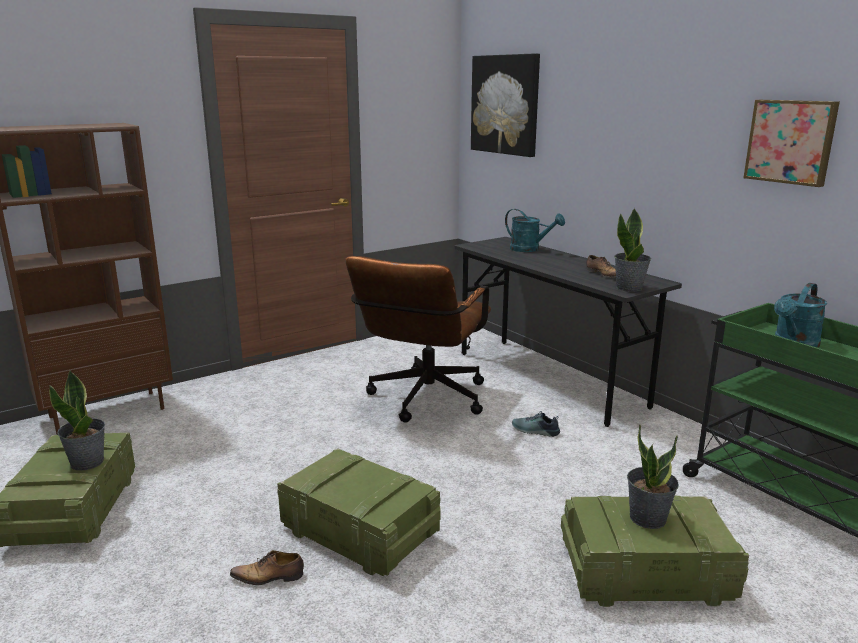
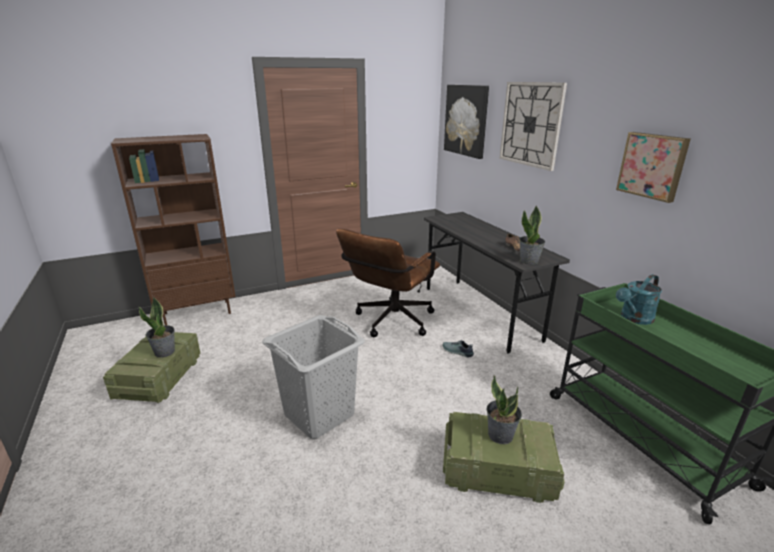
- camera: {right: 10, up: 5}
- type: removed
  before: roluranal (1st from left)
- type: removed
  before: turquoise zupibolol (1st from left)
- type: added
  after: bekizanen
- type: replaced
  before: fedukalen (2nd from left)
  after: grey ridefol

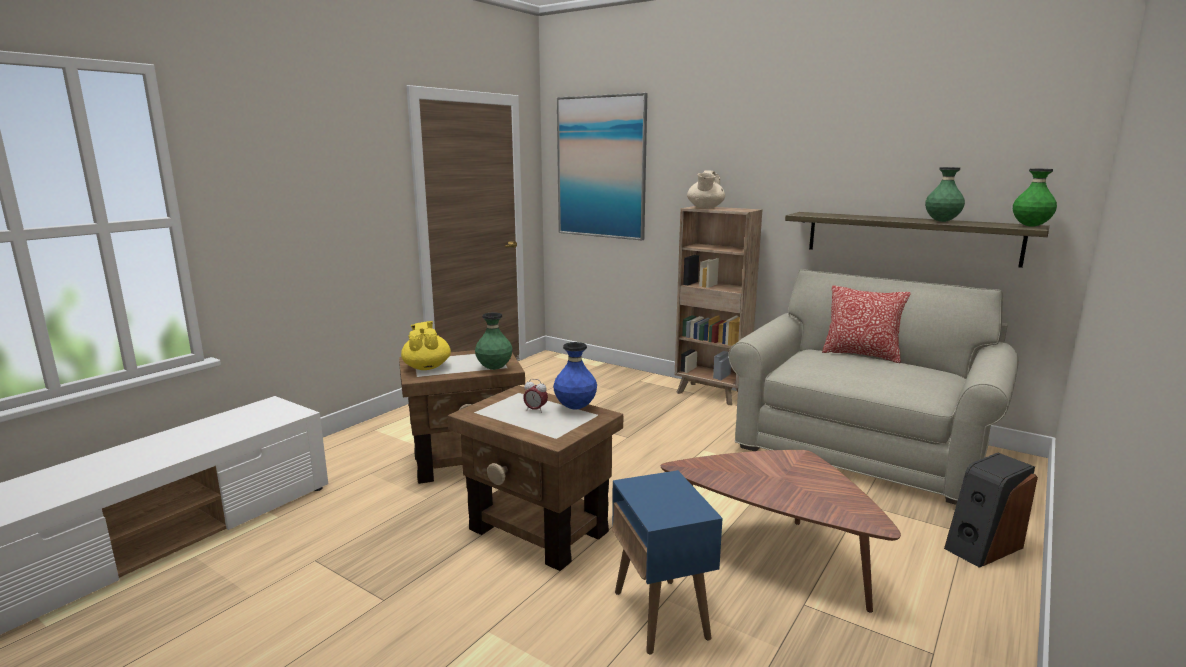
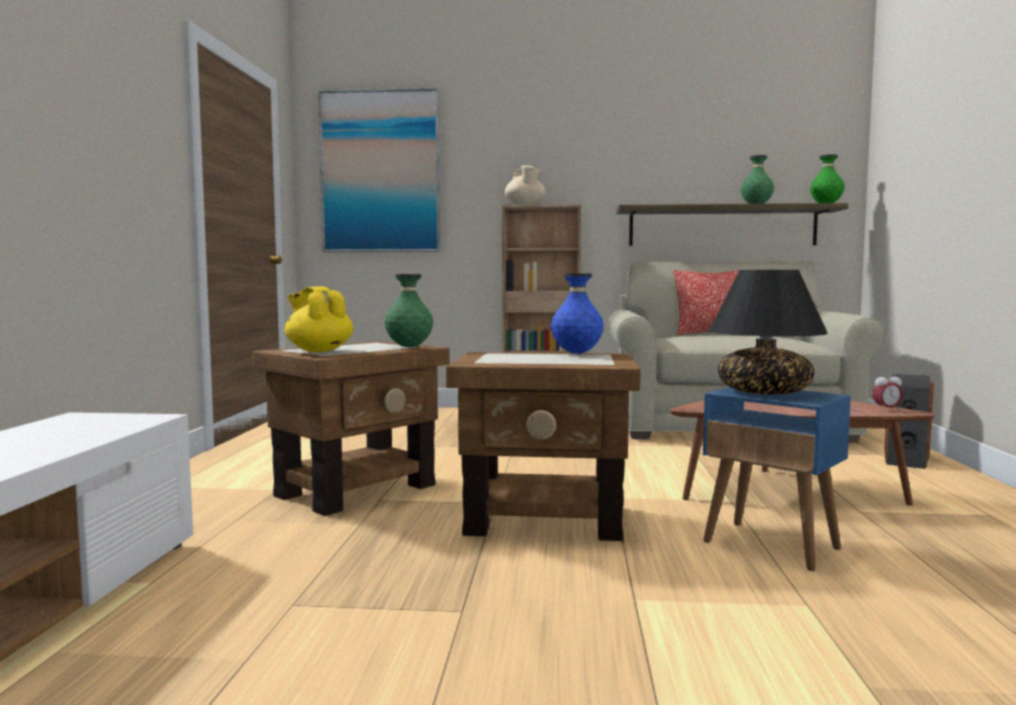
- camera: {right: -30, up: -10}
- type: added
  after: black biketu
- type: moved
  before: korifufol

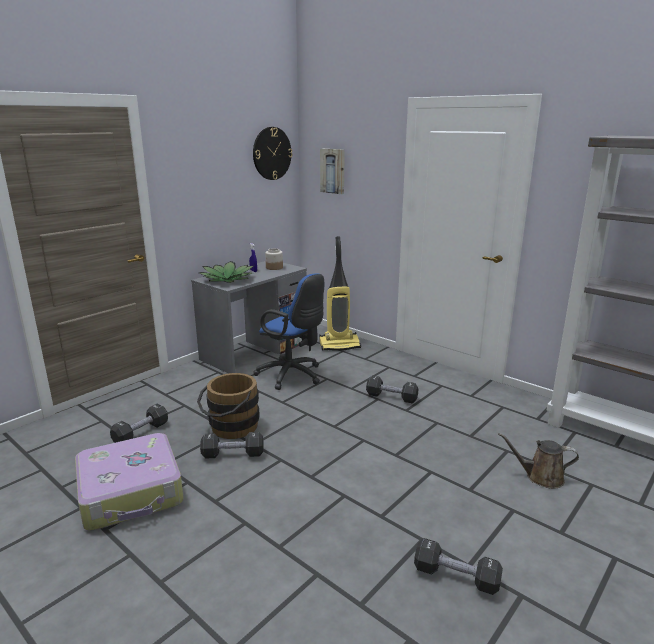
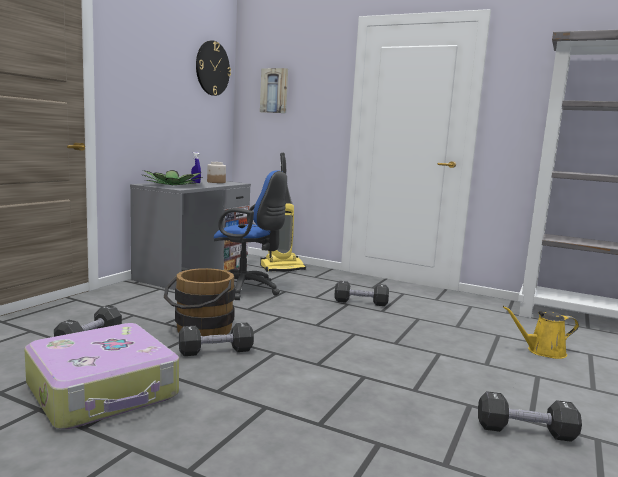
- camera: {right: -15, up: -10}
- type: recoloured
  before: brown zupibolol
  after: yellow zupibolol

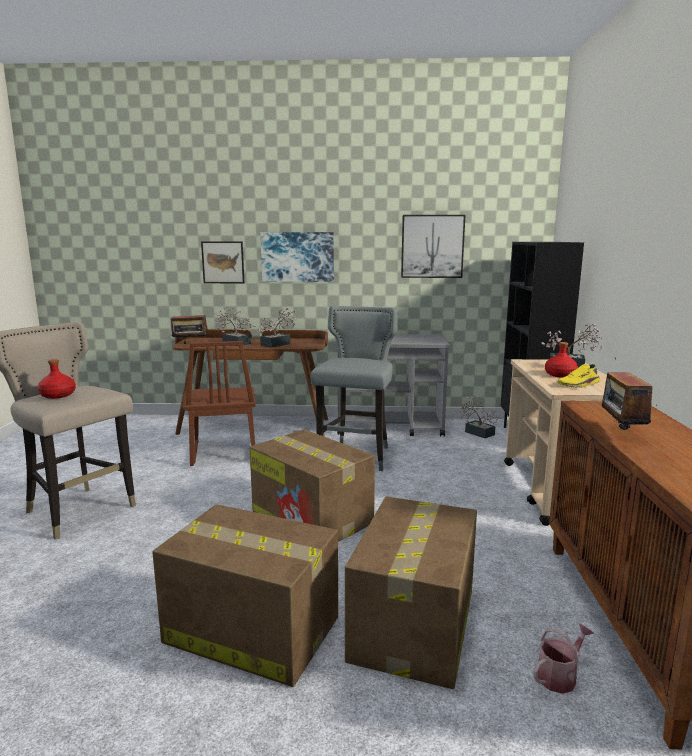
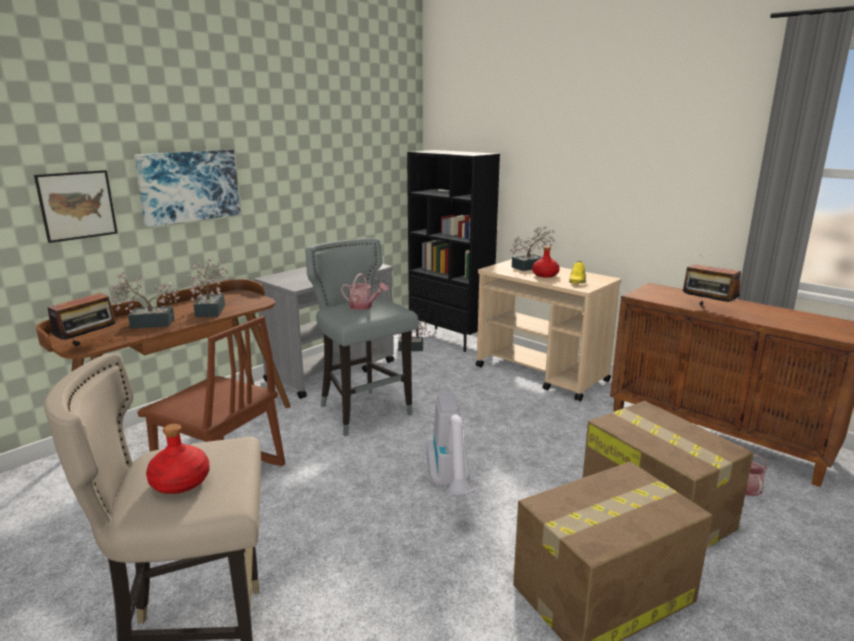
- camera: {right: -50, up: 5}
- type: removed
  before: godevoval (3rd from left)
- type: added
  after: zupibolol (1st from left)
- type: replaced
  before: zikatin (2nd from left)
  after: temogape

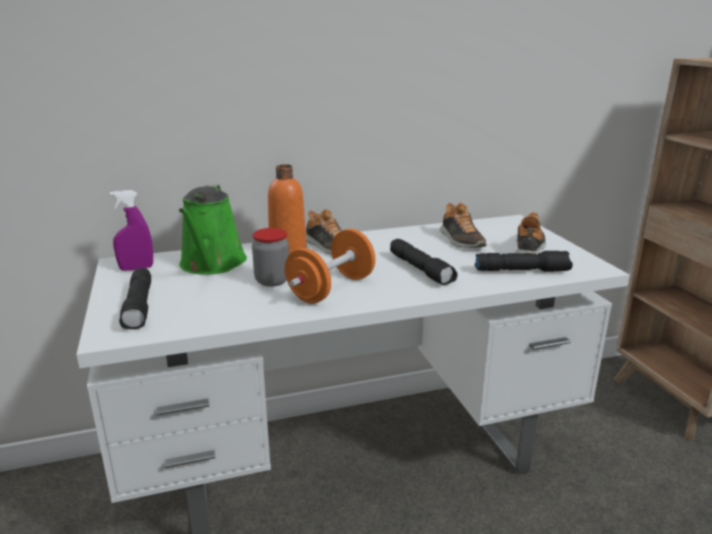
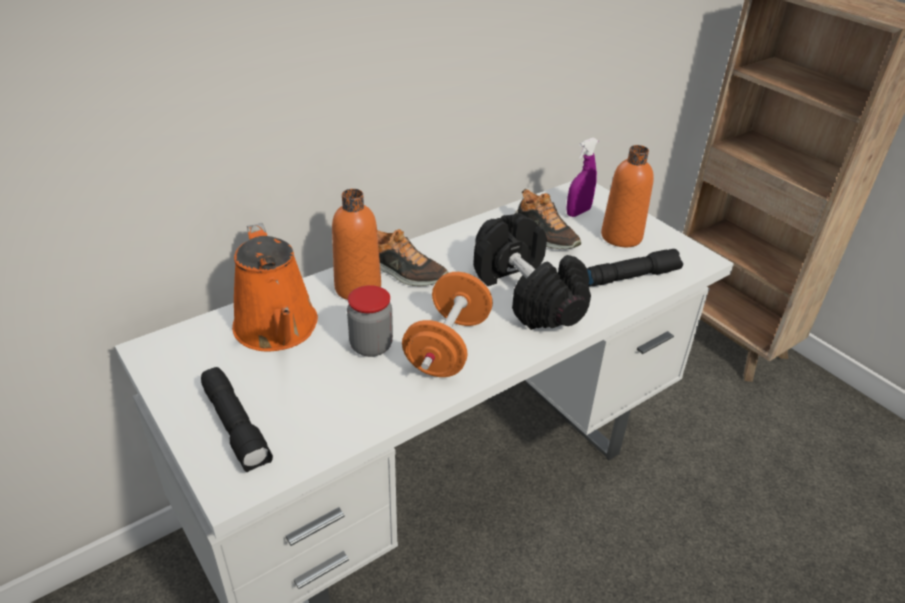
- camera: {right: -20, up: 15}
- type: moved
  before: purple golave
- type: replaced
  before: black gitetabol (2nd from left)
  after: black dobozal
- type: replaced
  before: roluranal (3rd from left)
  after: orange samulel (2nd from left)
- type: recoloured
  before: green zupibolol
  after: orange zupibolol

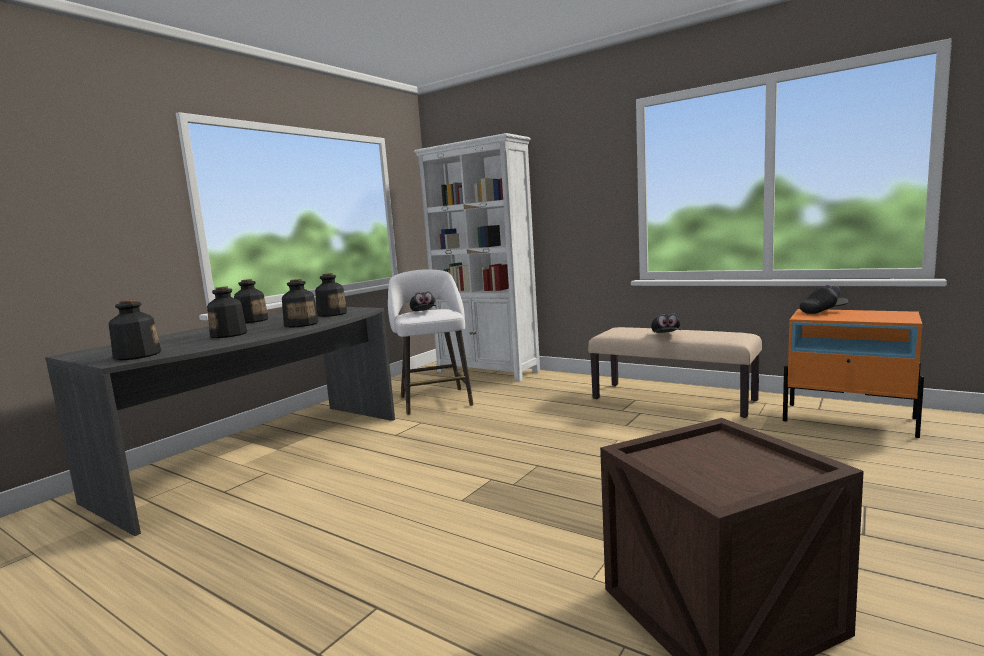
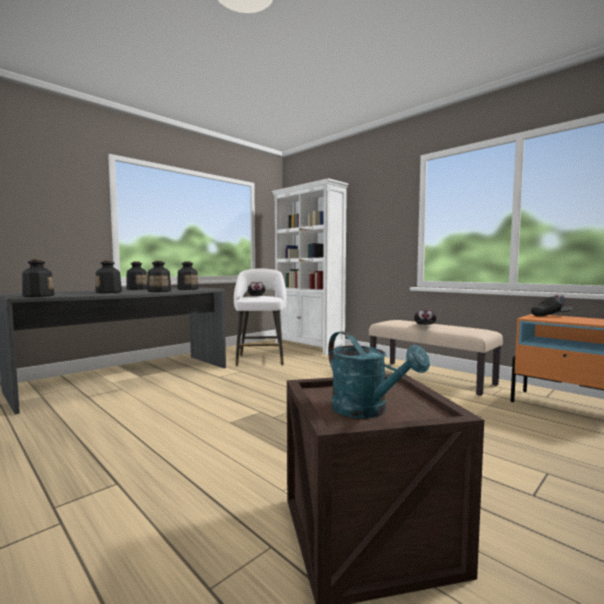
- camera: {right: 10, up: -5}
- type: added
  after: turquoise zupibolol

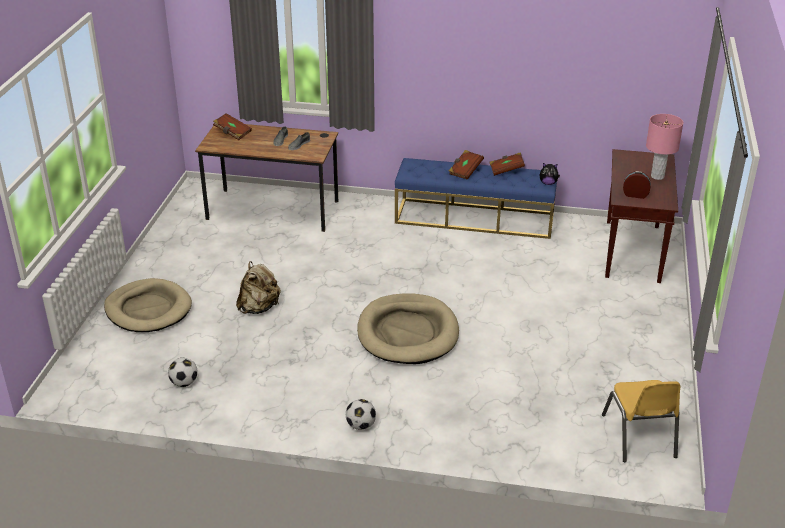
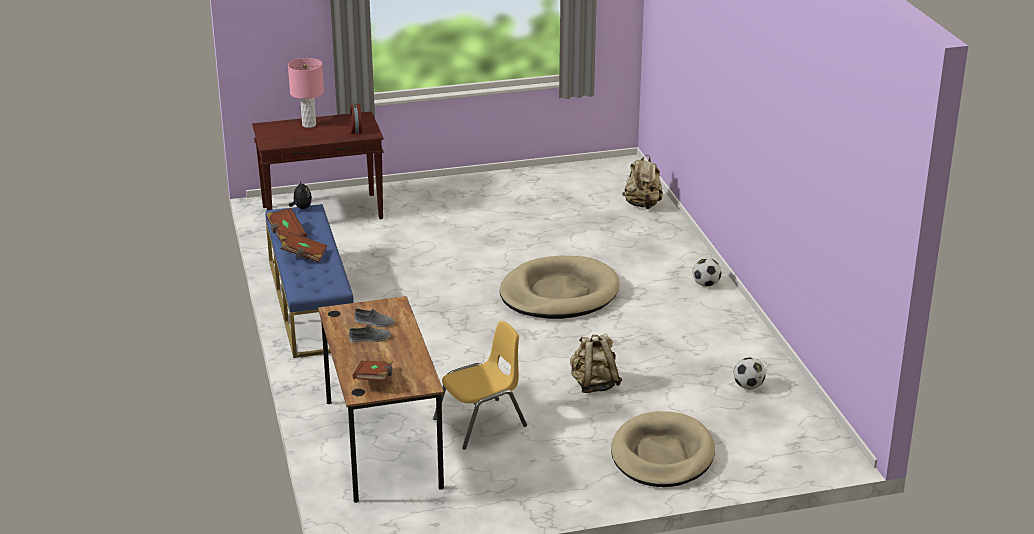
- camera: {right: -115, up: -5}
- type: added
  after: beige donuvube (2nd from left)
- type: moved
  before: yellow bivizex

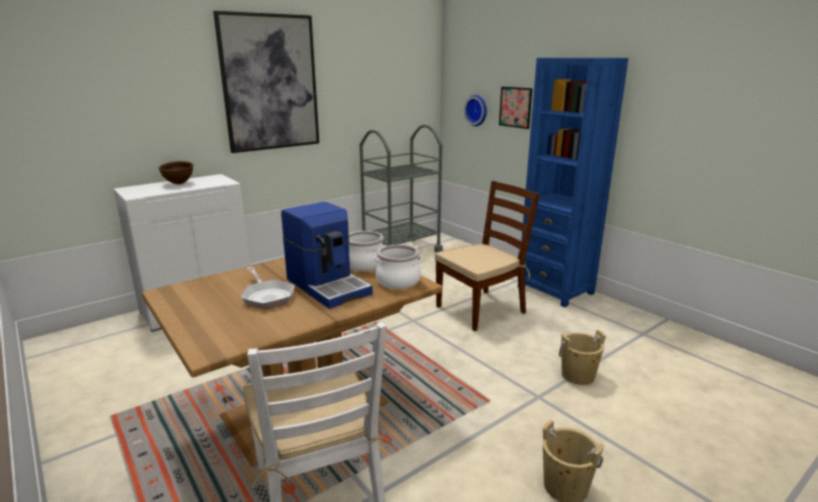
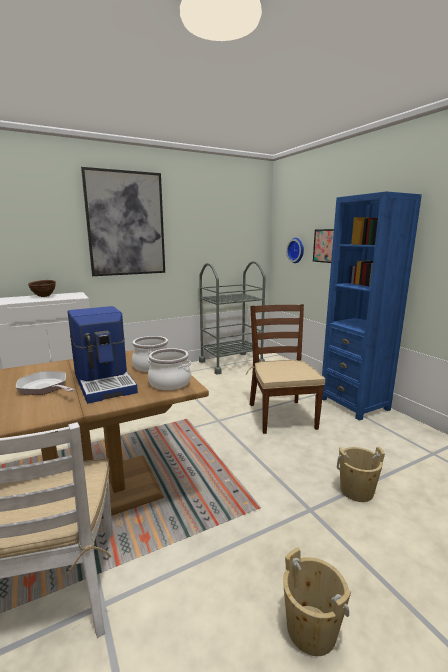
- camera: {right: 10, up: -5}
- type: turned
  before: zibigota
  turn: 150
- type: turned
  before: brown bivizex
  turn: -75

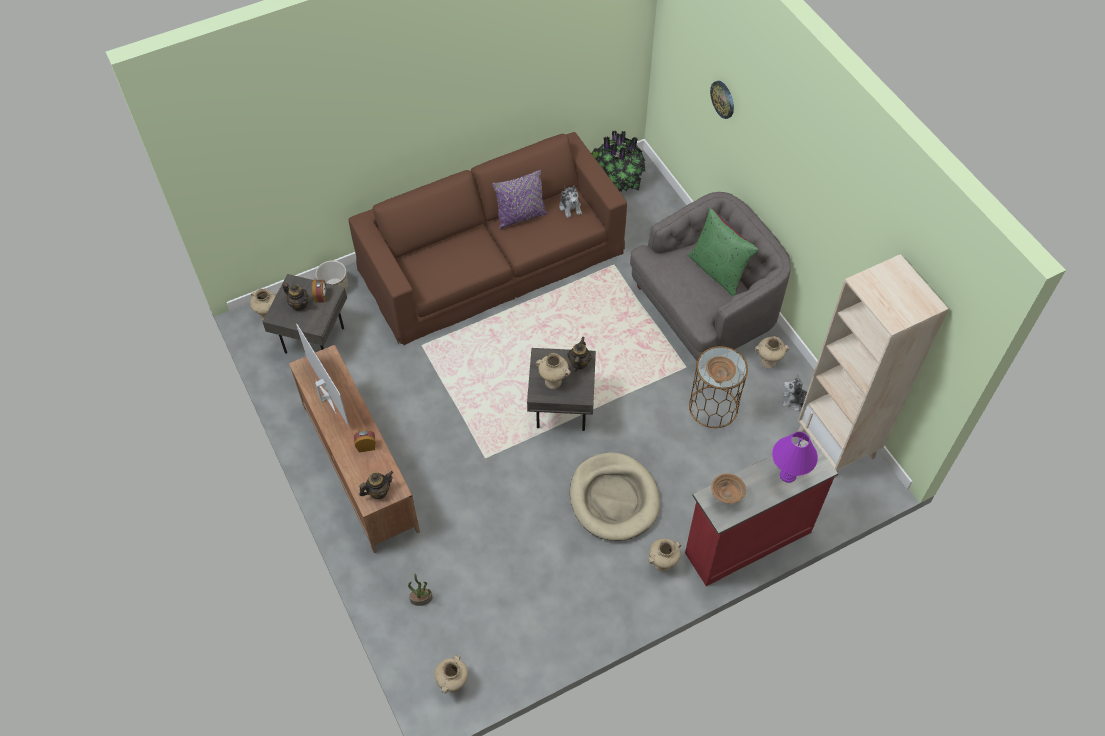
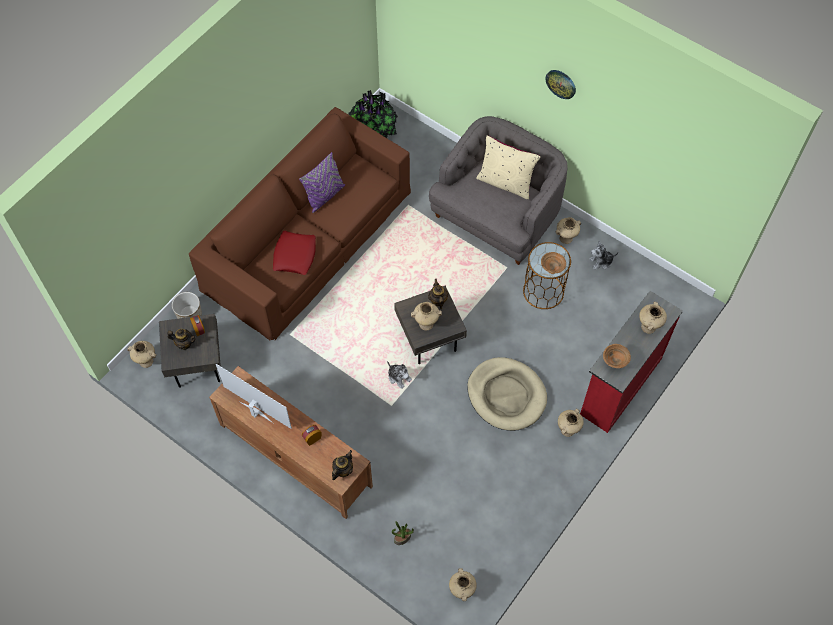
- camera: {right: -25, up: 5}
- type: removed
  before: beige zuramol
- type: added
  after: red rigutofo
- type: moved
  before: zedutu (1st from left)
- type: moved
  before: bekizanen
- type: replaced
  before: purple biketu
  after: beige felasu (6th from left)
- type: recoloured
  before: green rigutofo
  after: beige rigutofo

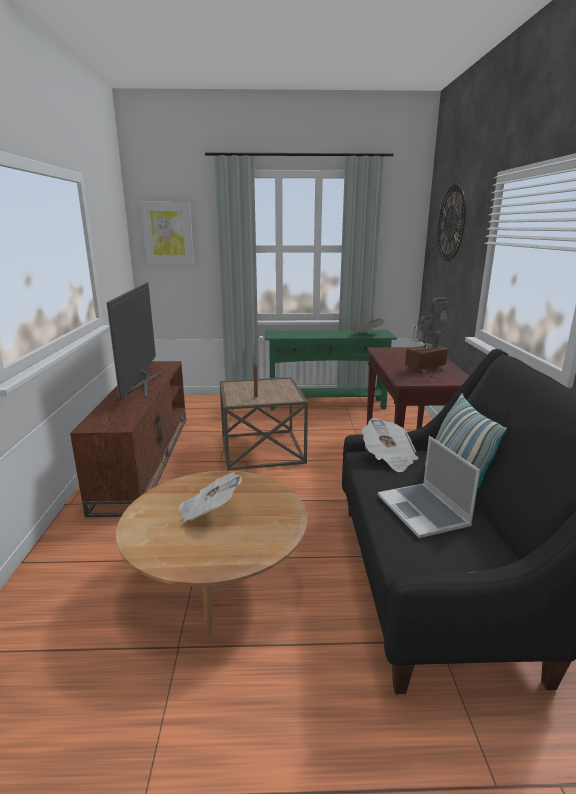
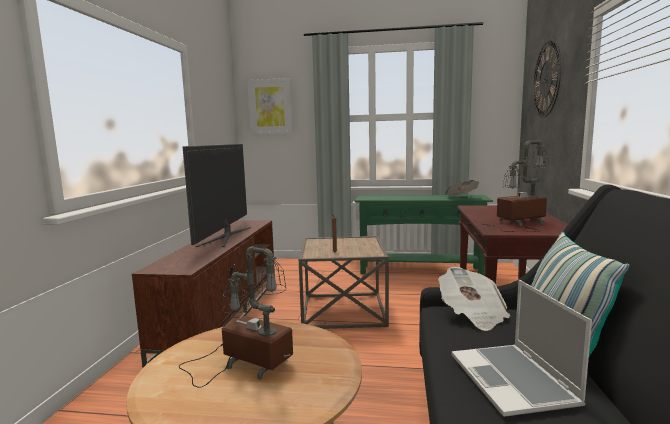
- camera: {right: 10, up: -10}
- type: replaced
  before: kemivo (1st from left)
  after: biketu (1st from left)

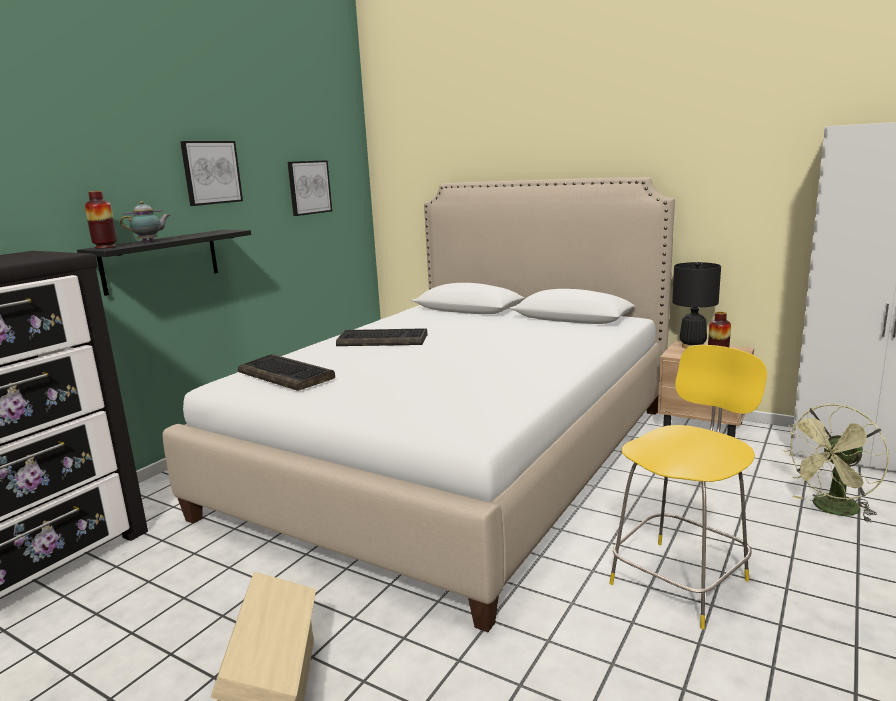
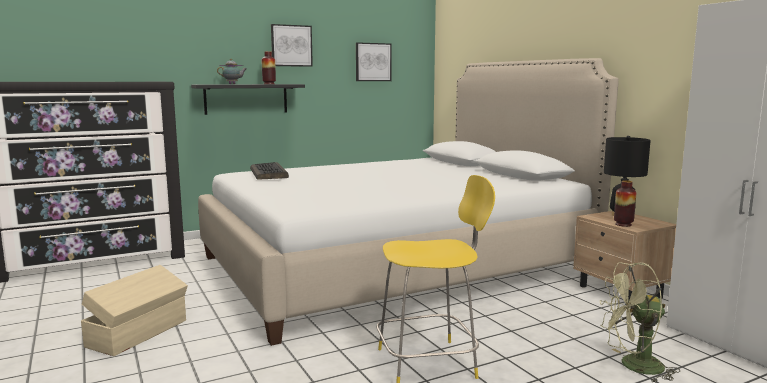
- camera: {right: 30, up: -5}
- type: removed
  before: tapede (2nd from left)
- type: moved
  before: felasu (1st from left)

